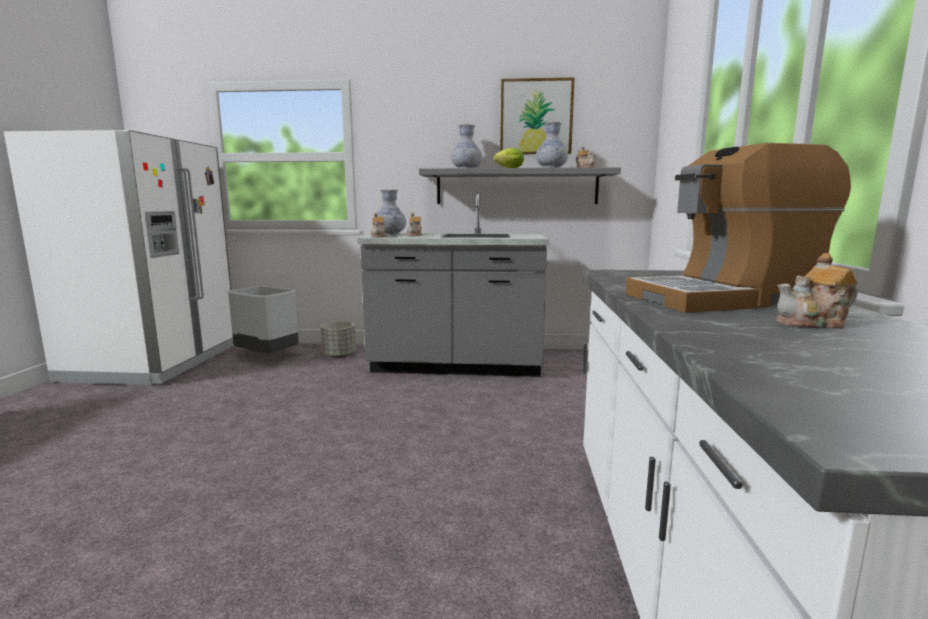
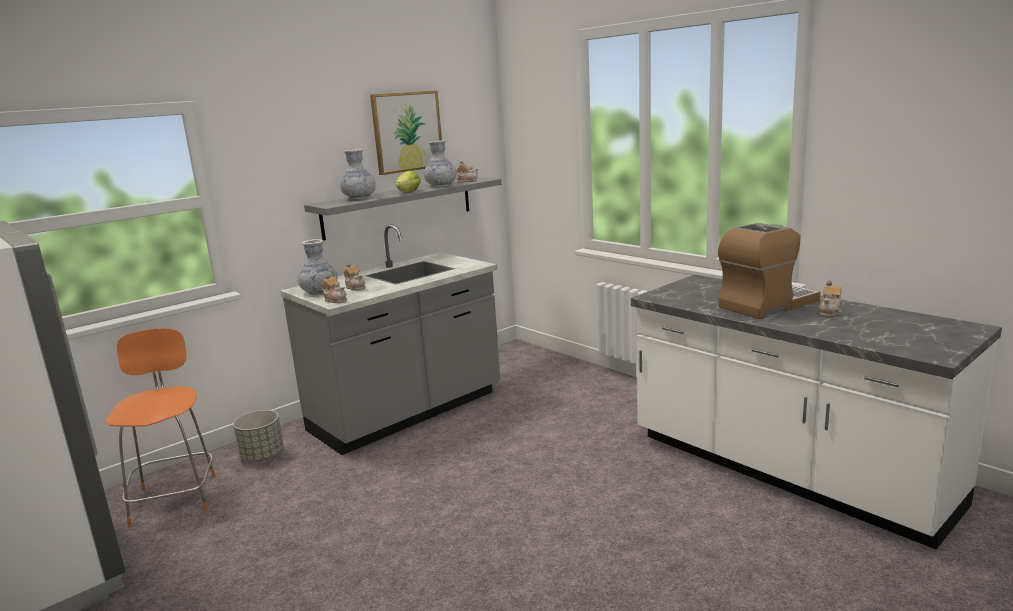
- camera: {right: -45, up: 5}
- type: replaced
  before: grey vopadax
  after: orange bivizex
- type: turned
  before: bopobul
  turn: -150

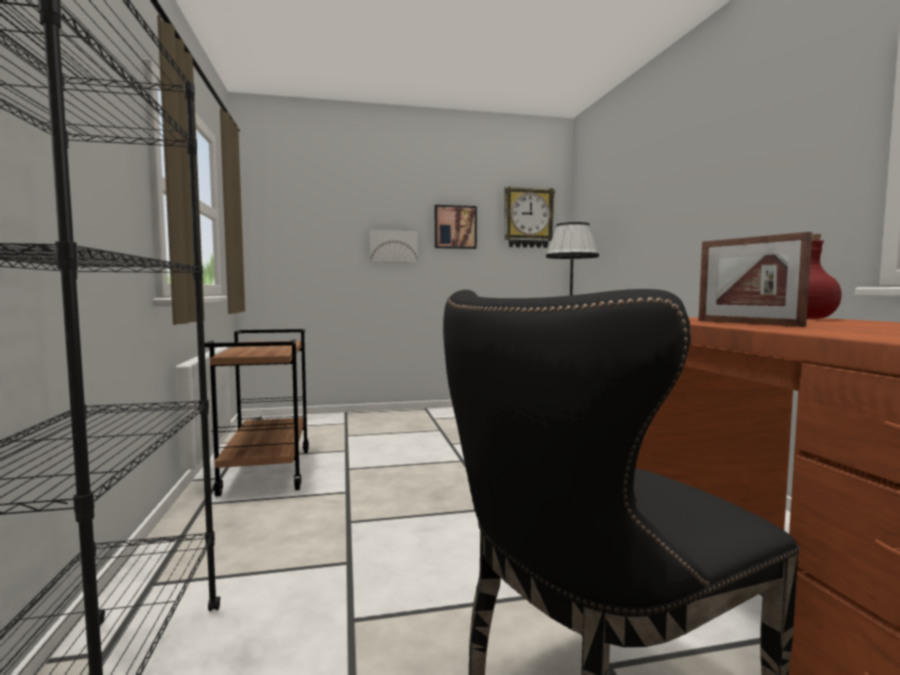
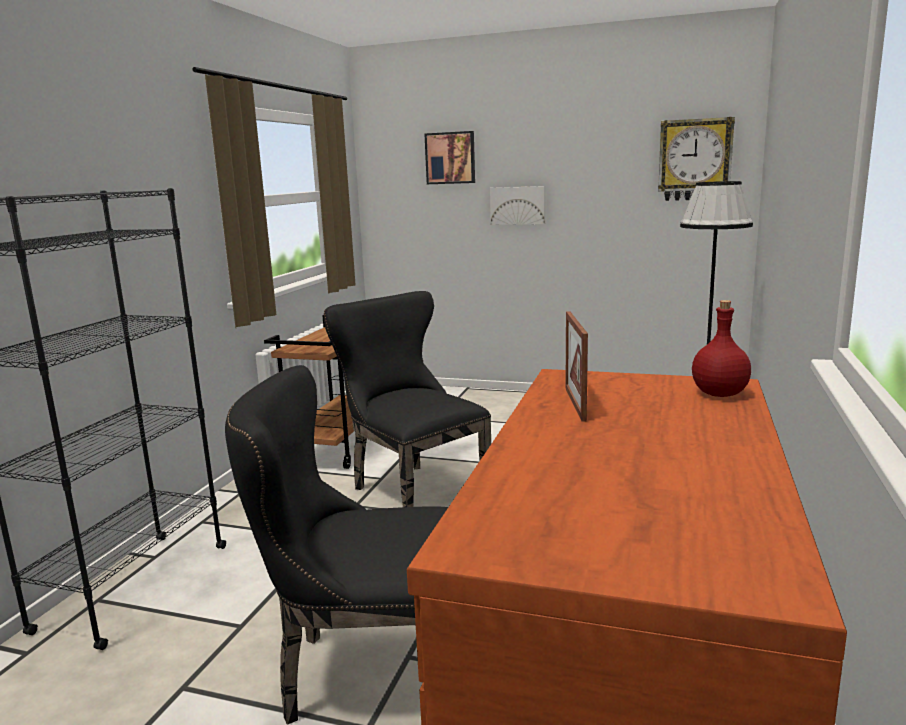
- camera: {right: 30, up: 10}
- type: added
  after: black bivizex (2nd from left)
- type: moved
  before: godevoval (2nd from left in the first image)
  after: godevoval (1st from left)

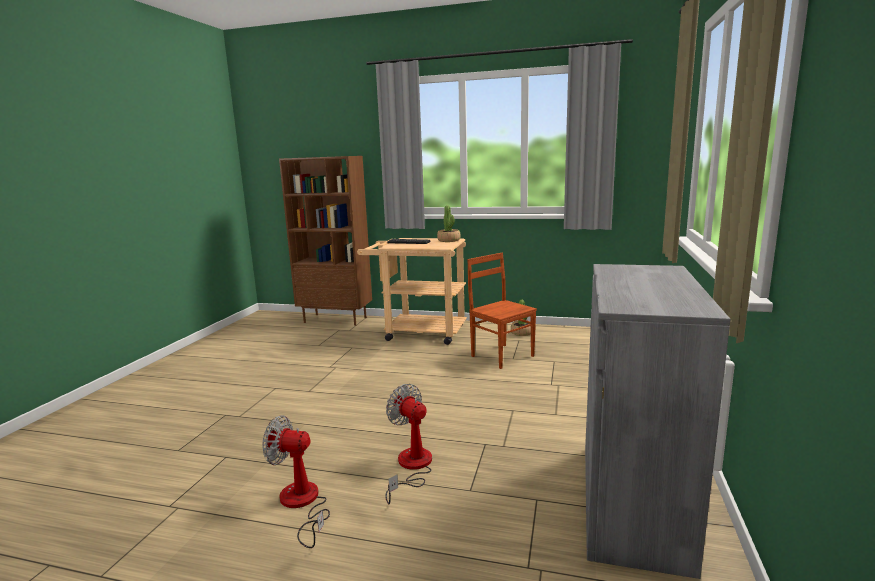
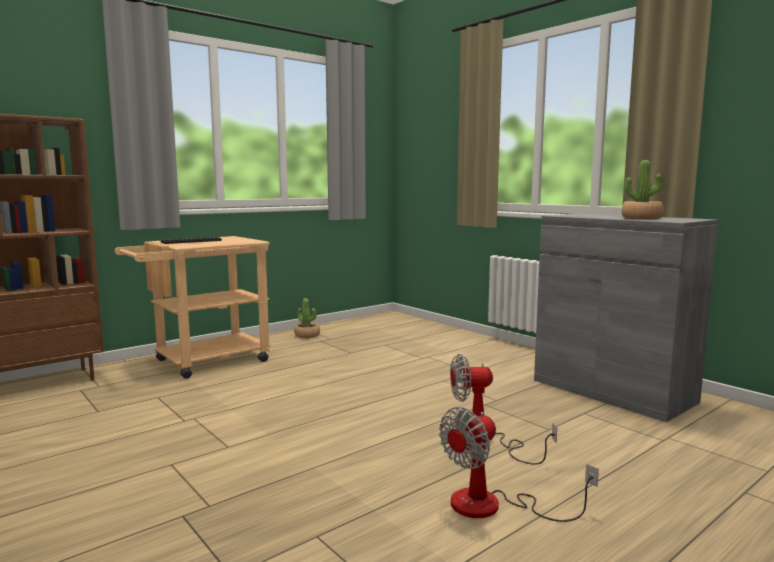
- camera: {right: -55, up: -5}
- type: removed
  before: brown bivizex
- type: moved
  before: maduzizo (1st from left in the first image)
  after: maduzizo (2nd from left)

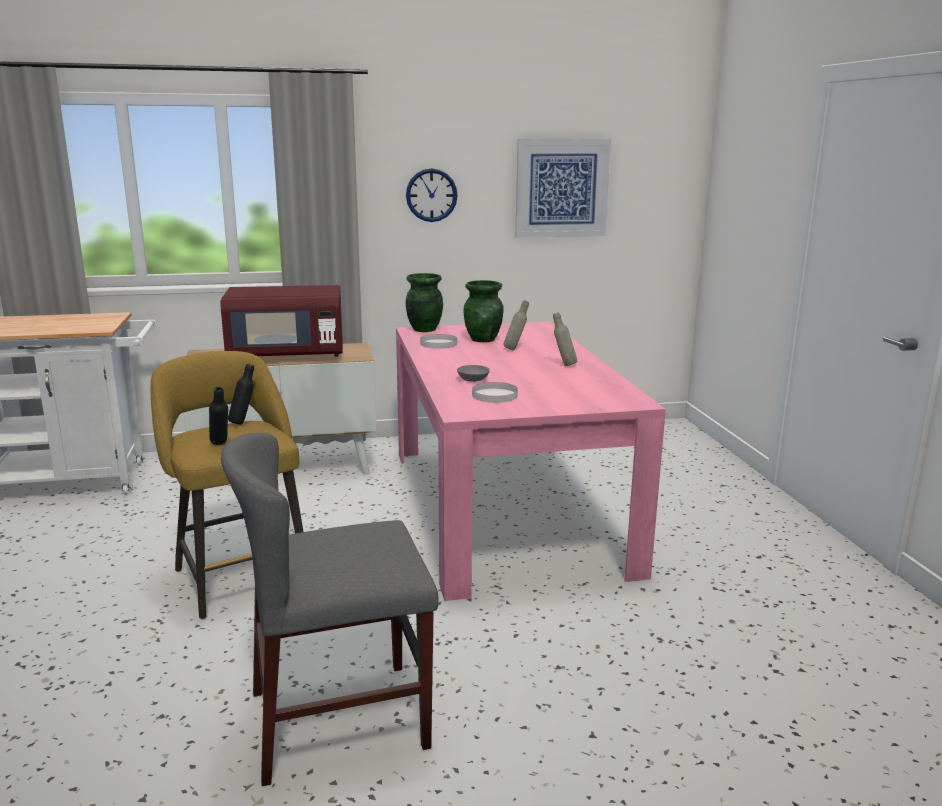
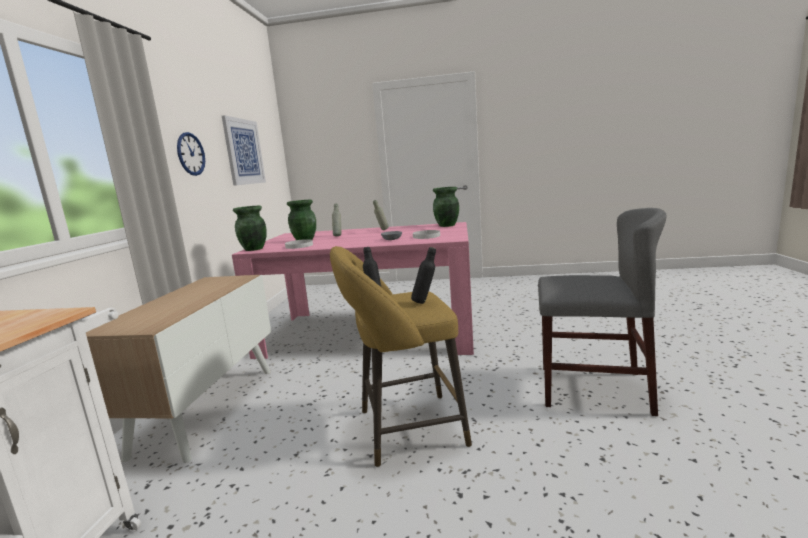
- camera: {right: -70, up: -5}
- type: removed
  before: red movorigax
- type: added
  after: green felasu (3rd from left)
- type: turned
  before: grey bivizex
  turn: -75

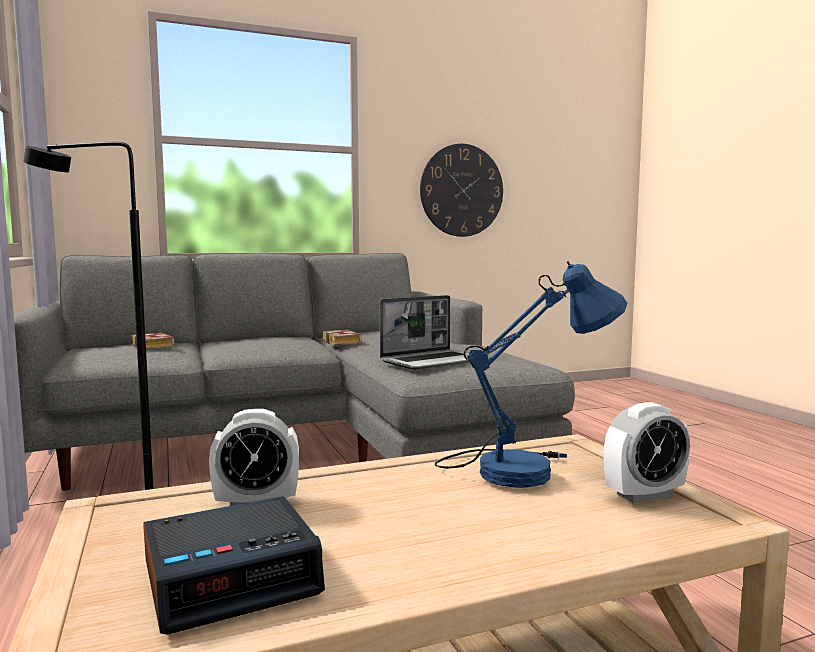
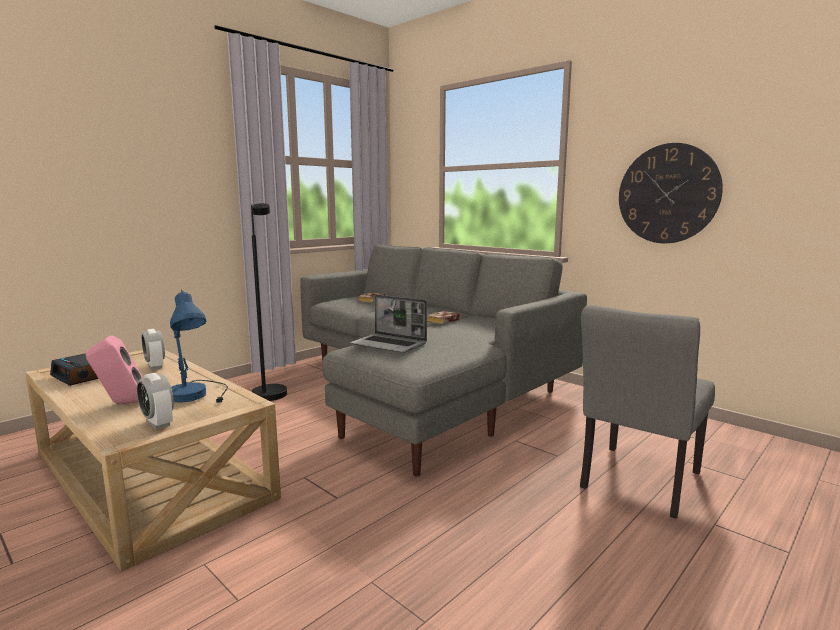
- camera: {right: 65, up: 5}
- type: added
  after: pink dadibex
- type: added
  after: grey bivizex

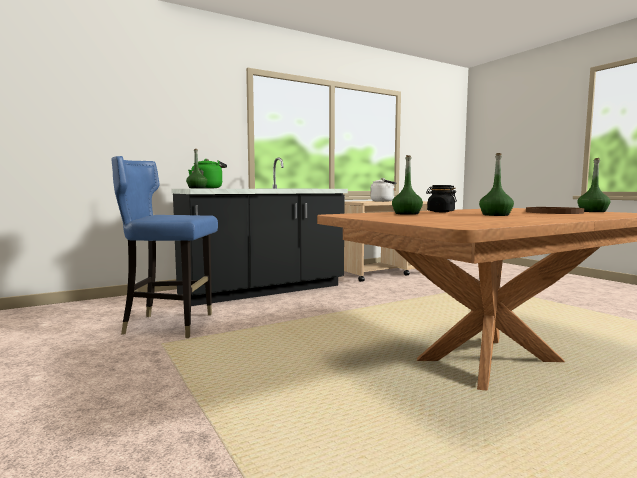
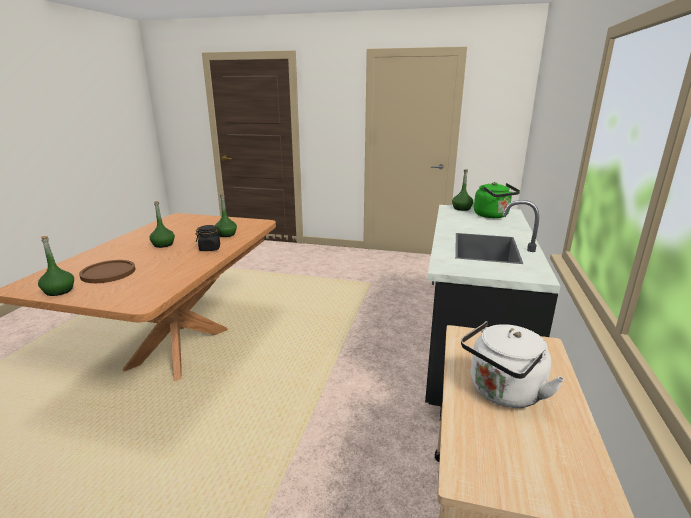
- camera: {right: 135, up: 15}
- type: removed
  before: blue bivizex

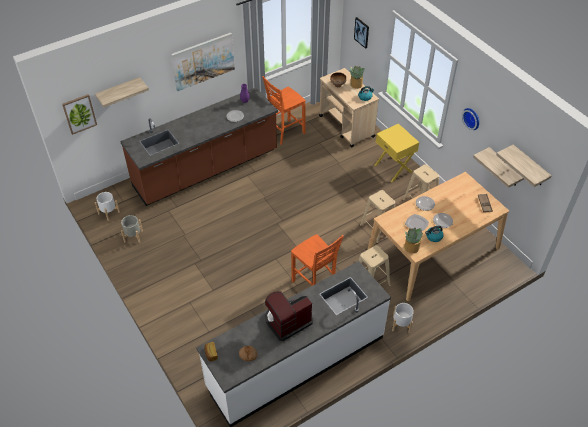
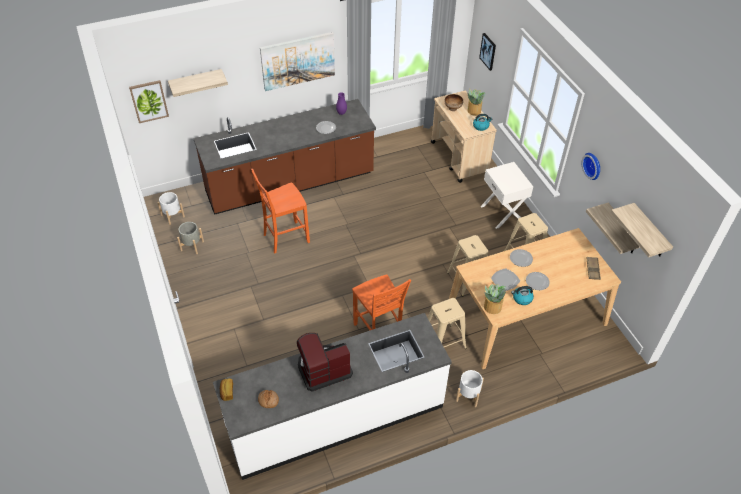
- camera: {right: 10, up: 0}
- type: moved
  before: orange bivizex (1st from left)
- type: recoloured
  before: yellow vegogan
  after: white vegogan

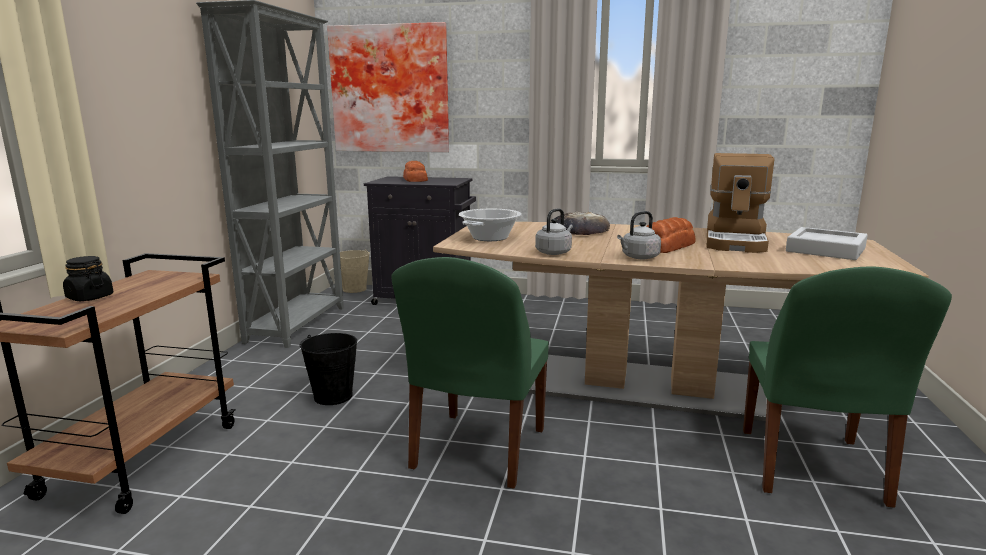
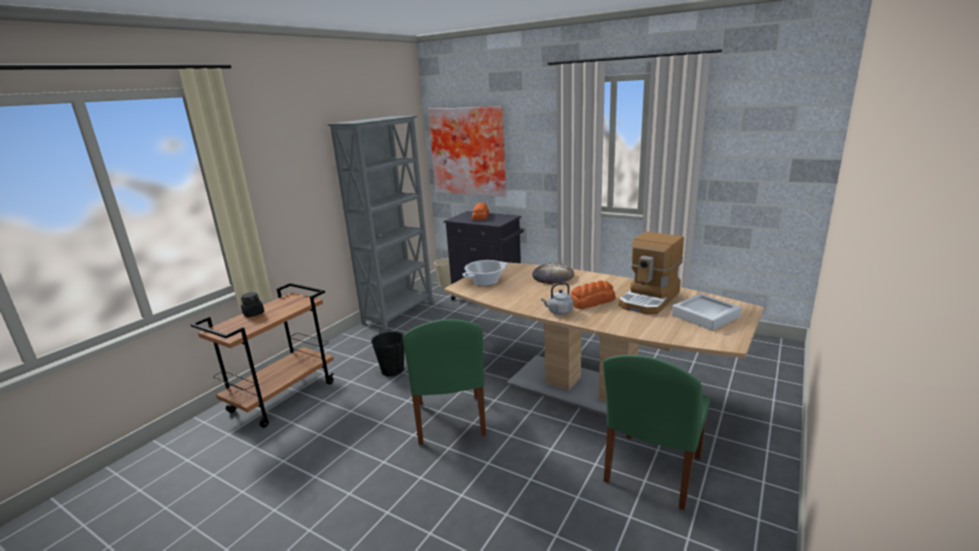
- camera: {right: 20, up: 5}
- type: removed
  before: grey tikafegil (1st from left)
- type: turned
  before: green bivizex (1st from left)
  turn: -45

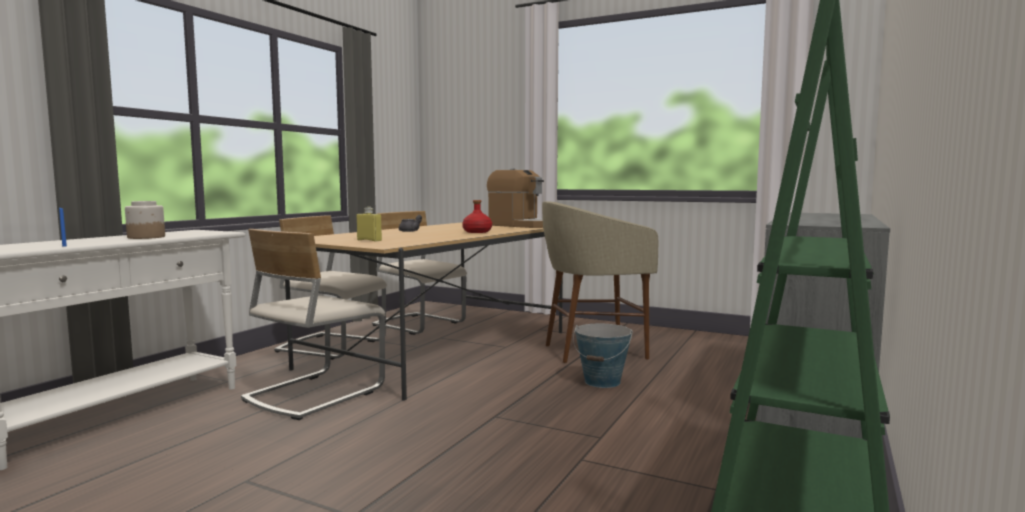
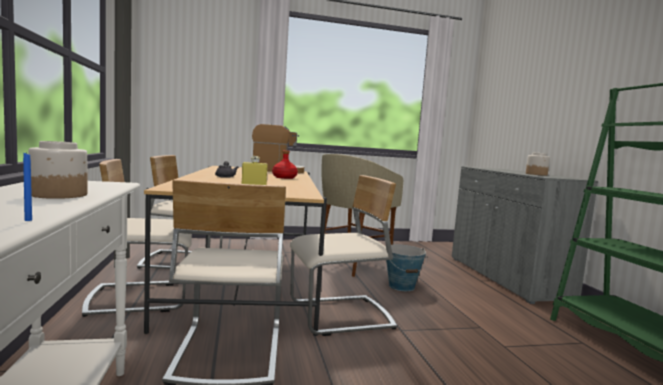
- camera: {right: -40, up: 0}
- type: added
  after: beige bivizex (4th from left)
- type: added
  after: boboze (2nd from left)

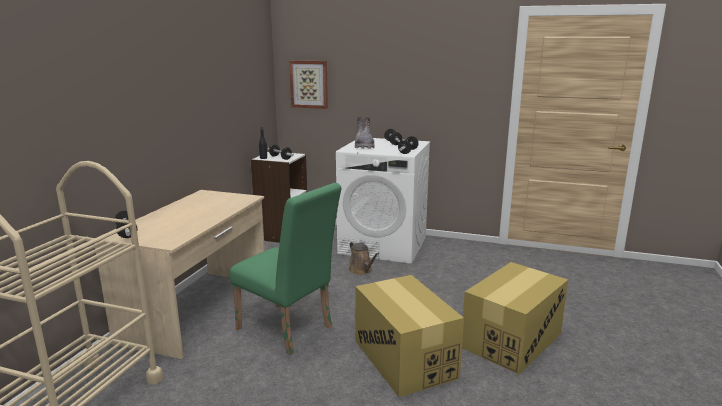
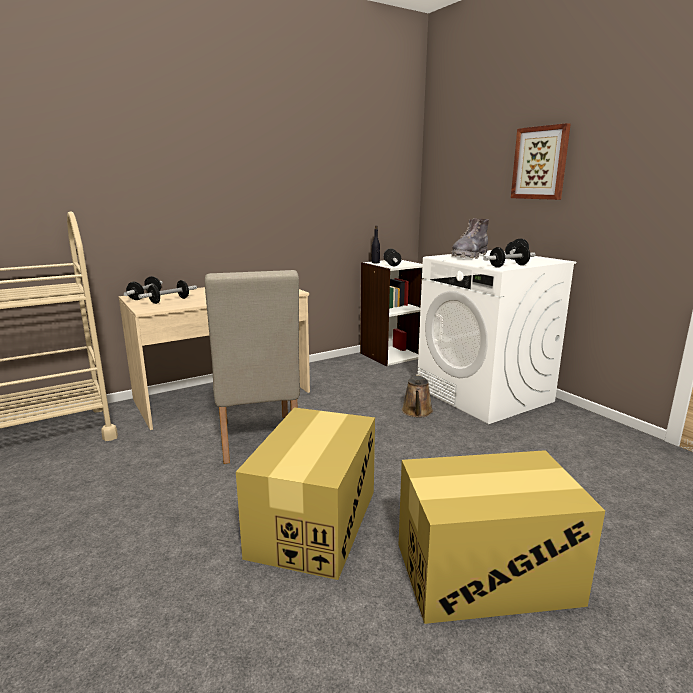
- camera: {right: 40, up: 0}
- type: added
  after: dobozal (2nd from left)
- type: moved
  before: godevoval
- type: recoloured
  before: green bivizex
  after: beige bivizex

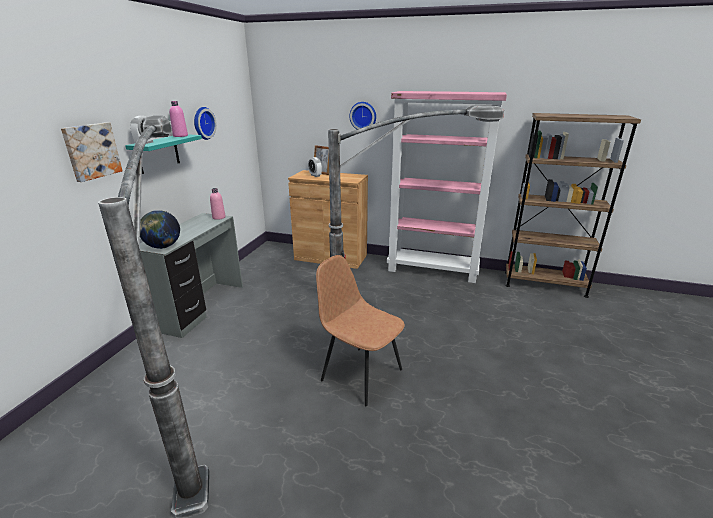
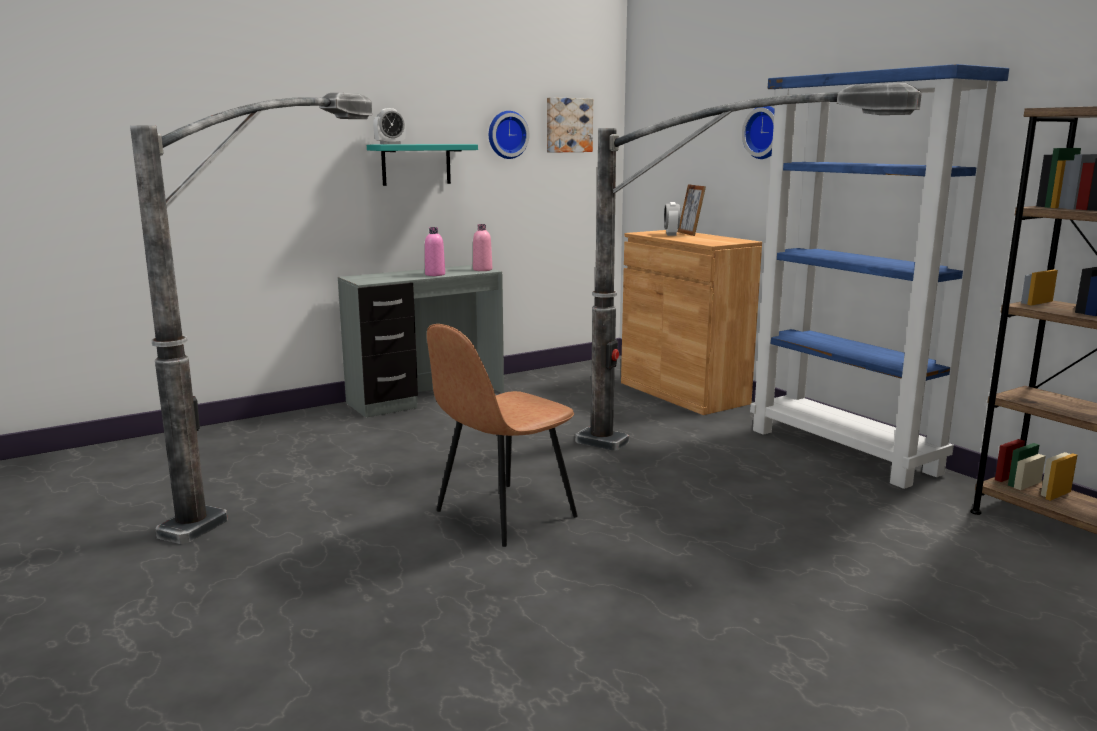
- camera: {right: 40, up: -10}
- type: removed
  before: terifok
- type: moved
  before: godevoval
- type: moved
  before: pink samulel (1st from left)
- type: recoloured
  before: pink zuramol
  after: blue zuramol
- type: turned
  before: brown bivizex
  turn: -120

